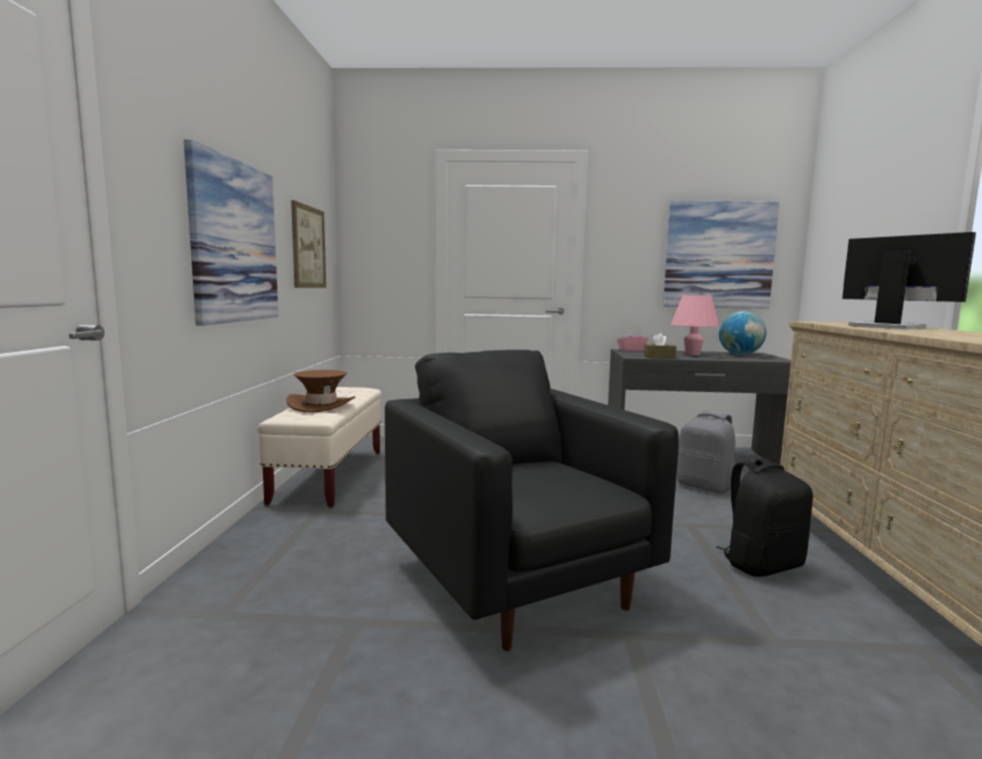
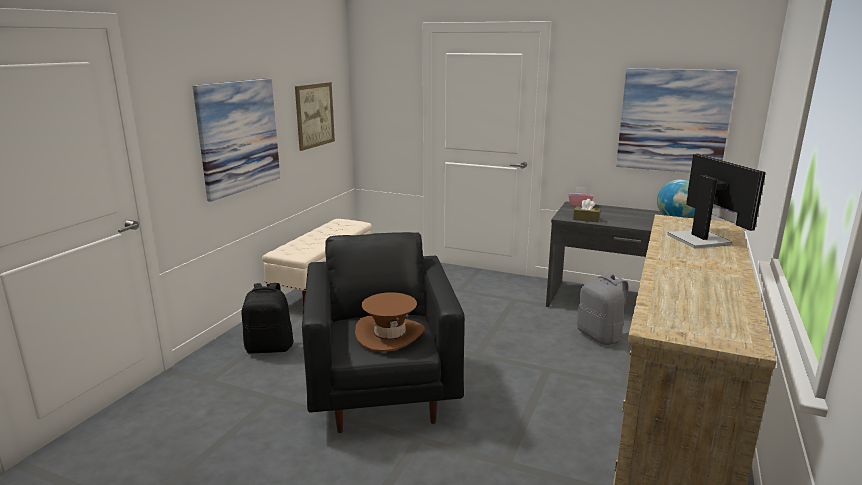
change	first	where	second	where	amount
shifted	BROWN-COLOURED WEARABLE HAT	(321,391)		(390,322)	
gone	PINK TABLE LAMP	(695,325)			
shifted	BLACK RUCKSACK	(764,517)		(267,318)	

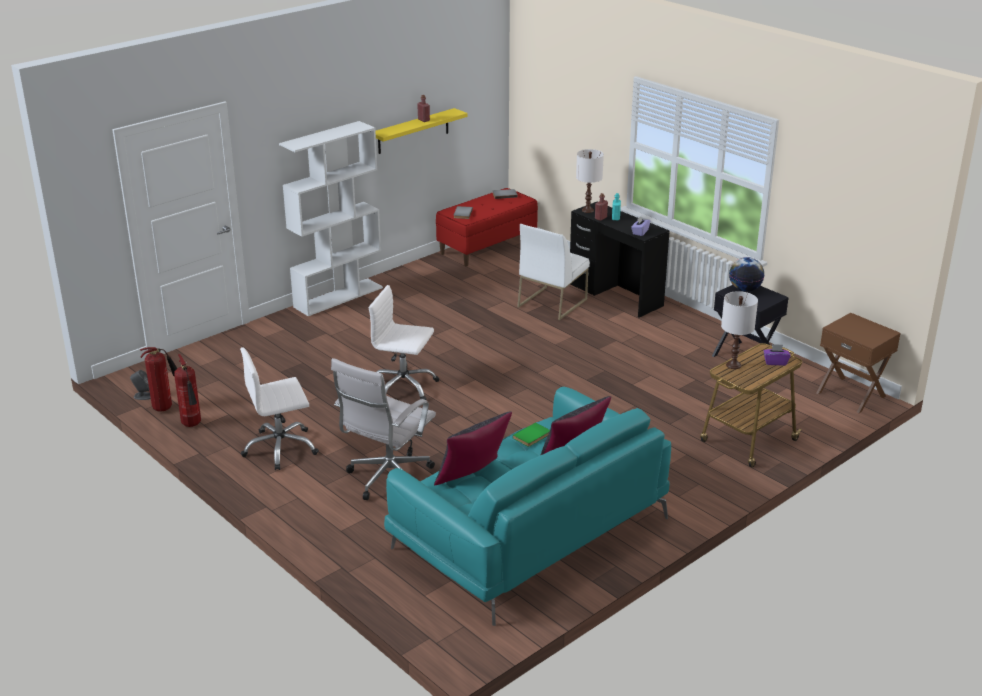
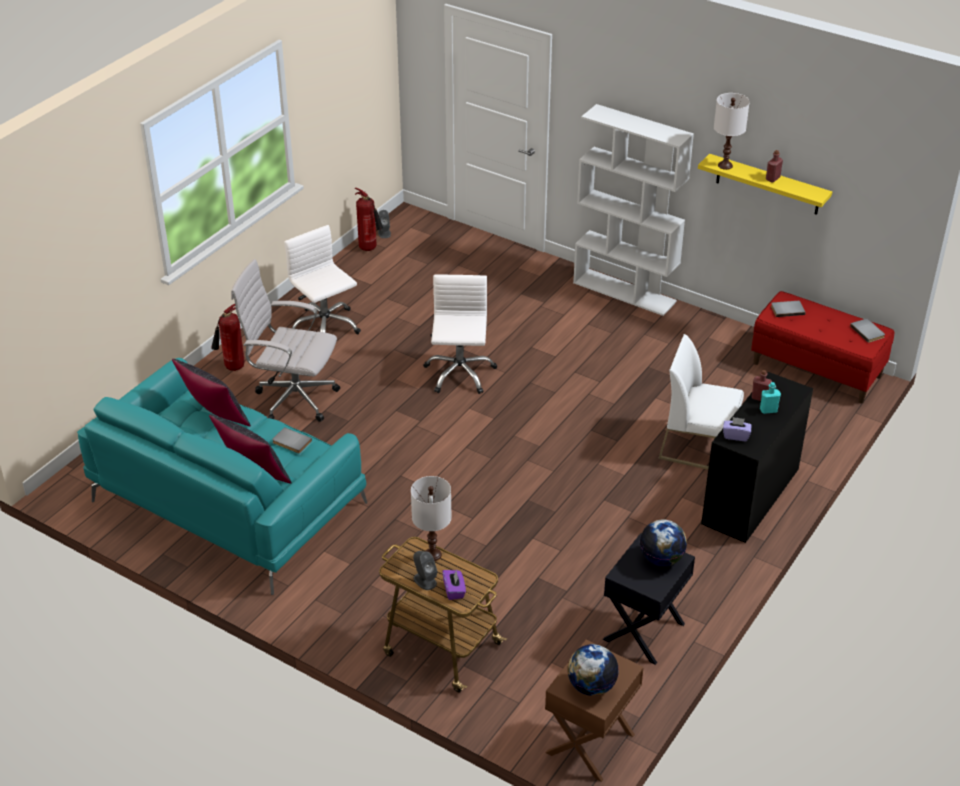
change	first	where	second	where	amount
shifted	FIRE EXTINGUISHER	(187,390)		(228,337)	
repainted	GREENISH BOOK	(531,434)	GREY BOOK	(292,440)	
shifted	WHITE-COLOURED TABLE LAMP	(590,181)		(732,131)	
new			GREY LOUDSPEAKER	(425,570)	
new			DESK GLOBE	(593,670)	

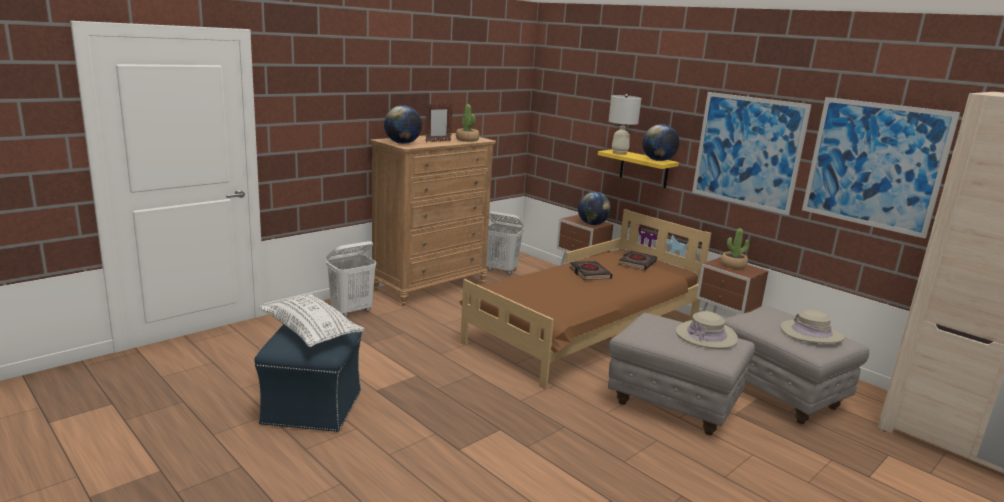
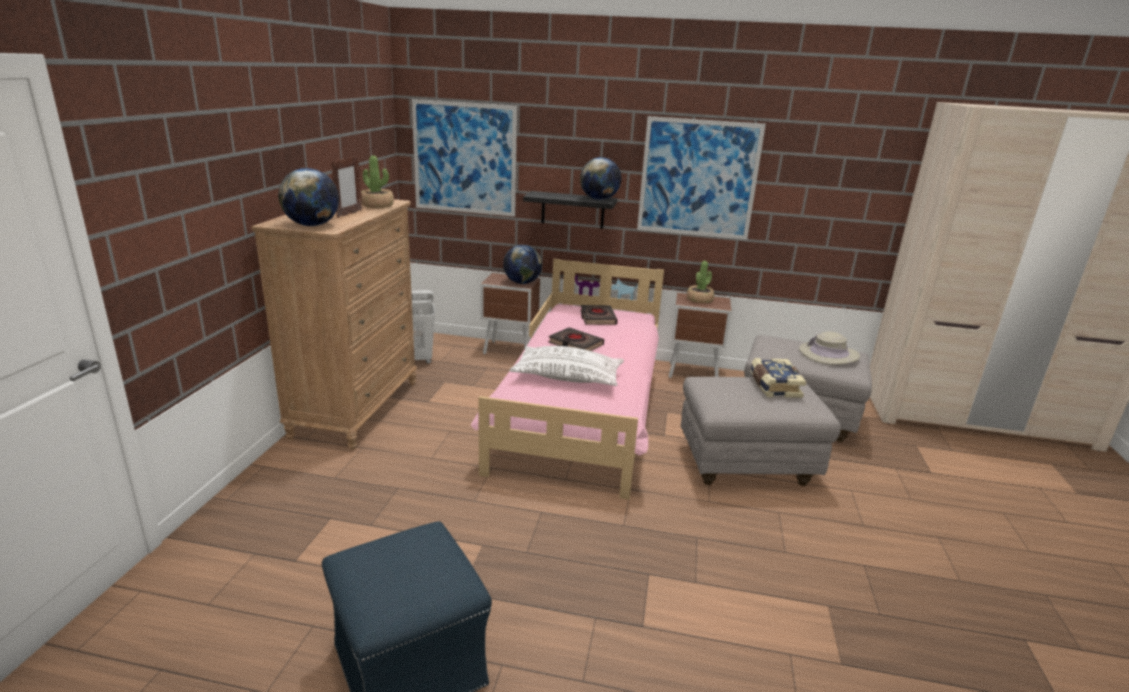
change	first	where	second	where	amount
shifted	WHITE-COLOURED THROW PILLOW	(312,320)		(566,366)	
gone	WHITE-COLOURED WASHING BASKET	(351,279)			
repainted	BROWN-COLOURED BEDROOM BED	(585,299)	PINK BEDROOM BED	(567,379)	
repainted	YELLOWISH WALL SHELF	(638,168)	BLACK WALL SHELF	(570,210)	
gone	WHITE-COLOURED TABLE LAMP	(625,124)			
swapped	SAND-COLOURED WEARABLE HAT	(706,330)	BOOK	(778,378)	
shifted	PICTURE	(881,168)		(464,158)	

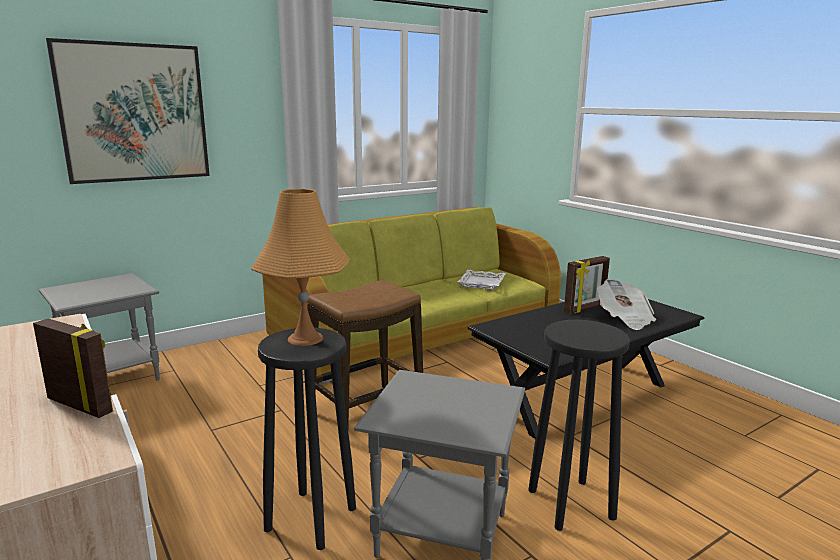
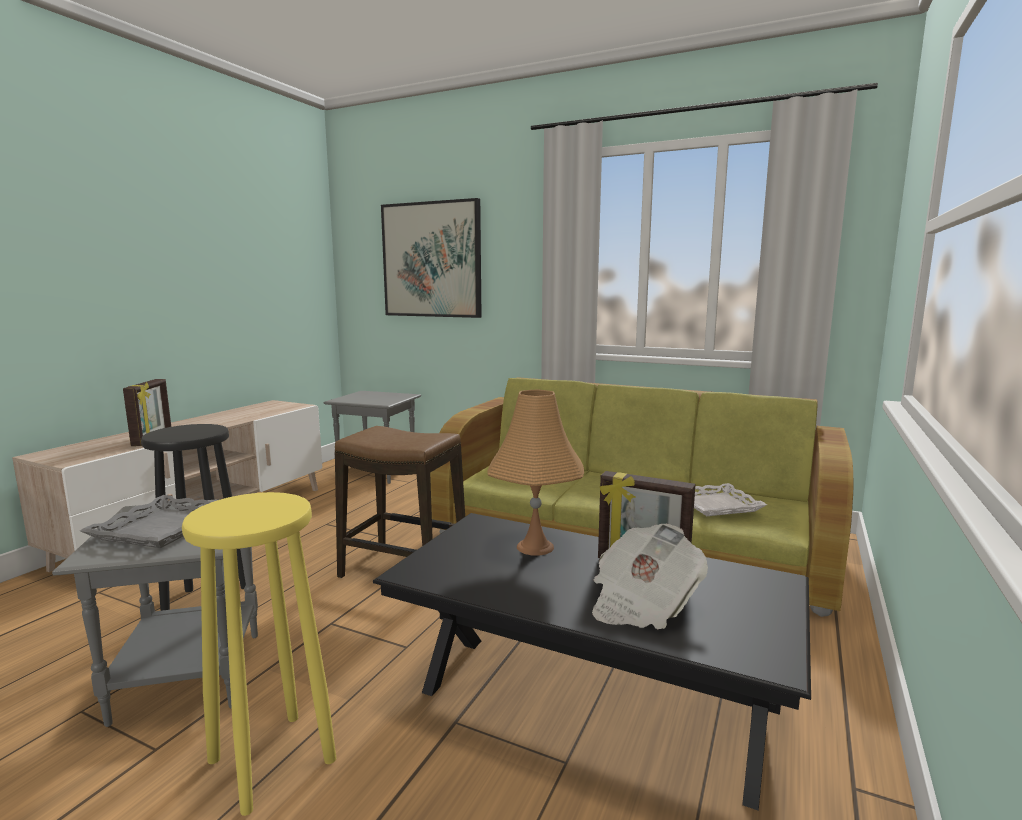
change	first	where	second	where	amount
shifted	ORANGE-COLOURED TABLE LAMP	(300,267)		(536,473)	
repainted	BLACK SITTING STOOL	(579,425)	YELLOWISH SITTING STOOL	(259,654)	
new			GREY CARRYING TRAY	(145,521)	

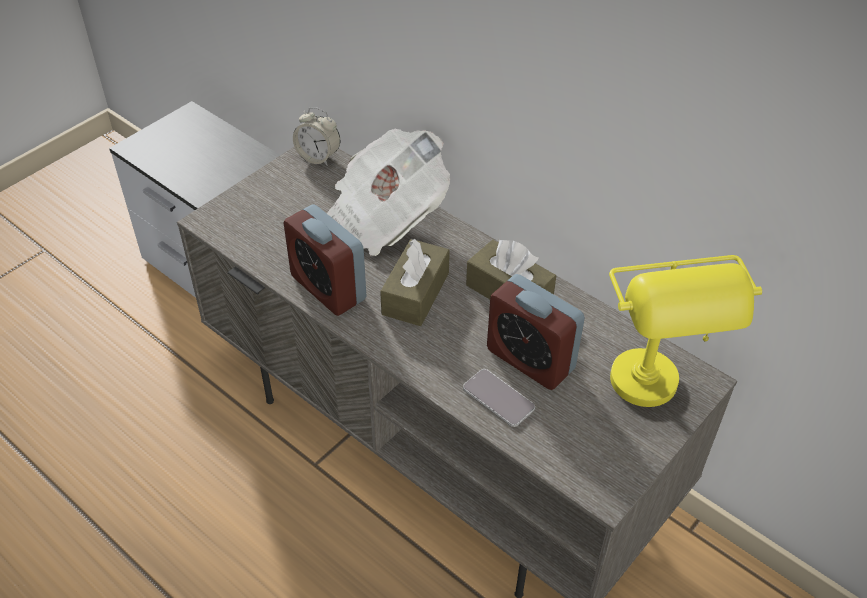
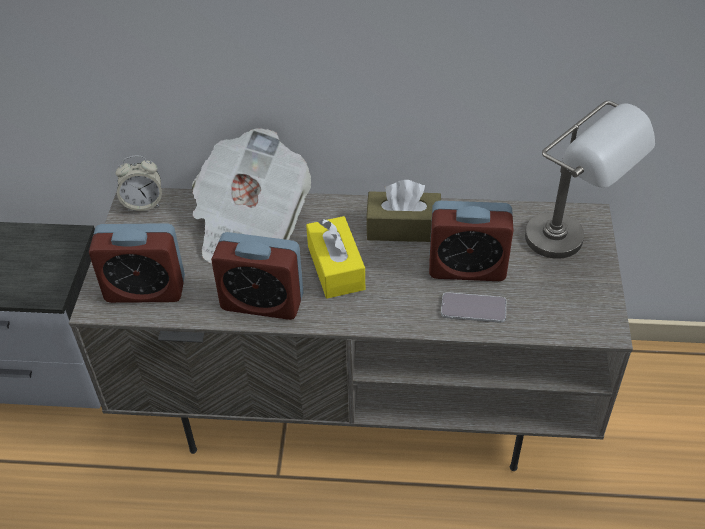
change	first	where	second	where	amount
repainted	BROWN-COLOURED BOX OF TISSUES	(415,282)	YELLOWISH BOX OF TISSUES	(335,257)	
repainted	YELLOWISH TABLE LAMP	(685,331)	GREY TABLE LAMP	(590,180)	
new			TABLE CLOCK	(137,263)	

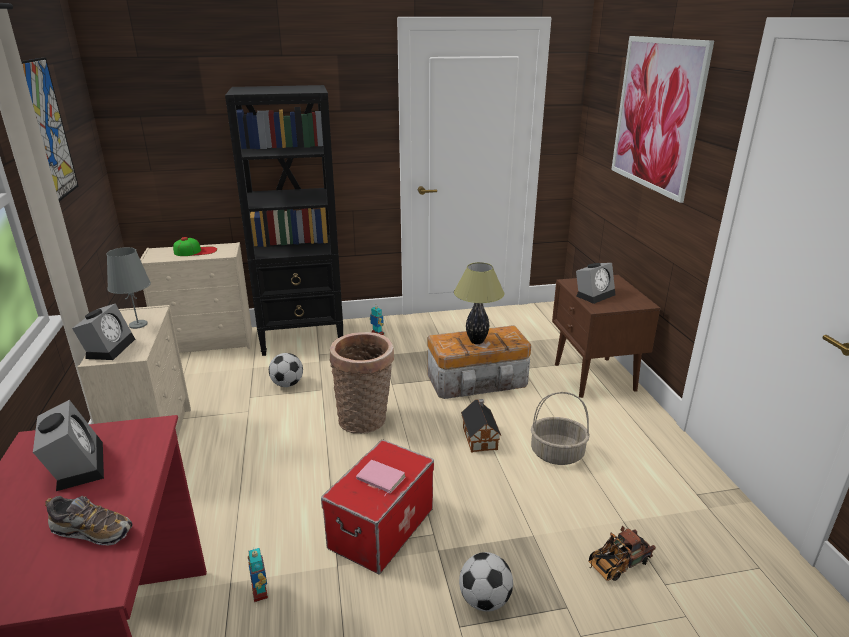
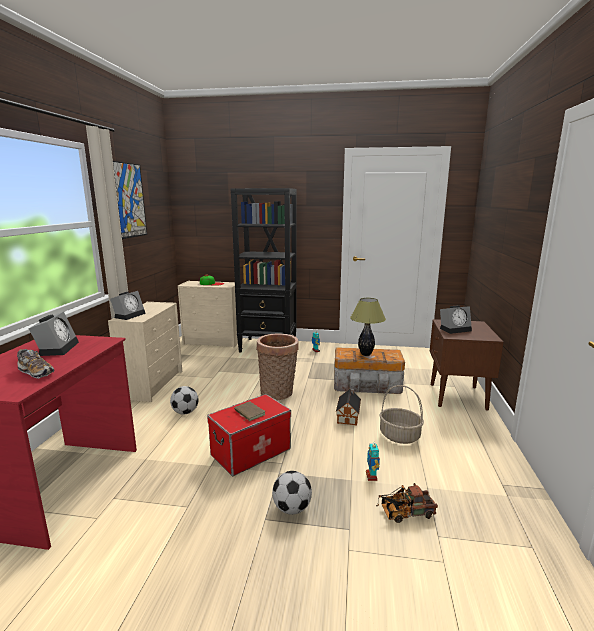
change	first	where	second	where	amount
gone	GREY TABLE LAMP	(128,288)			
shifted	ROBOT FIGURE	(258,575)		(373,462)	
shifted	FOOTBALL BALL	(286,370)		(184,400)	
repainted	PINK BOOK	(381,478)	BROWN-COLOURED BOOK	(249,411)	
gone	PICTURE	(662,119)			

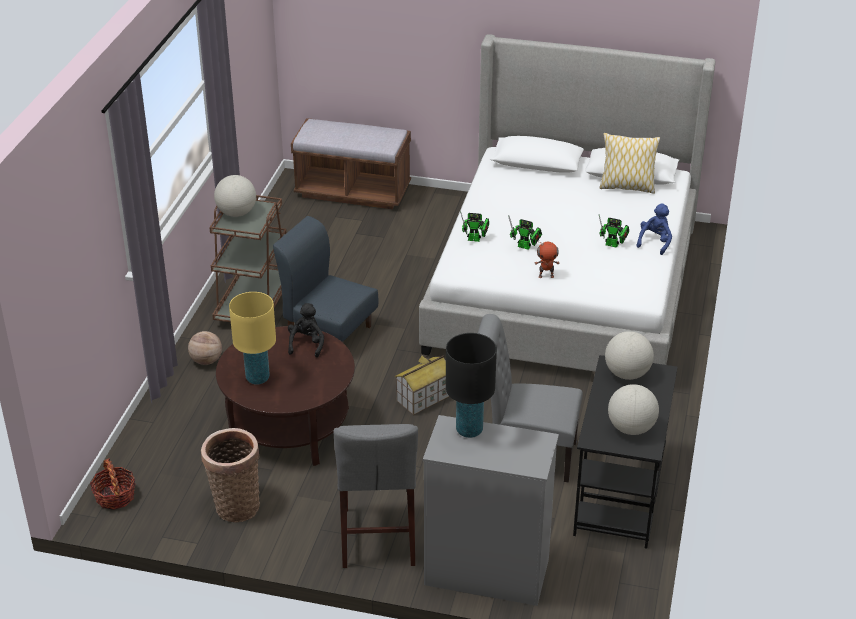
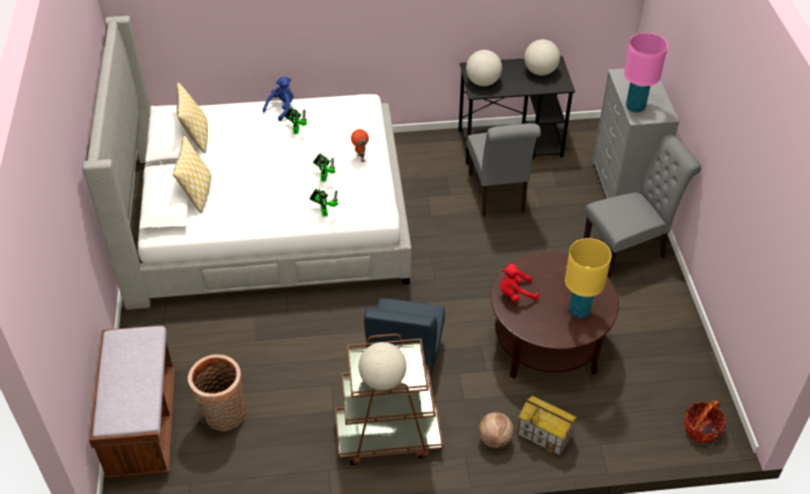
change	first	where	second	where	amount
shifted	STORAGE BASKET	(230,475)		(217,392)	
repainted	BLACK CUDDLY TOY	(306,330)	RED-COLOURED CUDDLY TOY	(519,283)	
swapped	GREY SITTING STOOL	(375,496)	GREY UPRIGHT CHAIR	(642,206)	
shifted	TOY HOUSE	(422,384)		(547,425)	
repainted	BLACK TABLE LAMP	(471,385)	PINK TABLE LAMP	(646,72)	
rotated	BLUE CUDDLY TOY	(654,229)		(278,98)	120 degrees clockwise
new			THROW PILLOW	(192,174)	

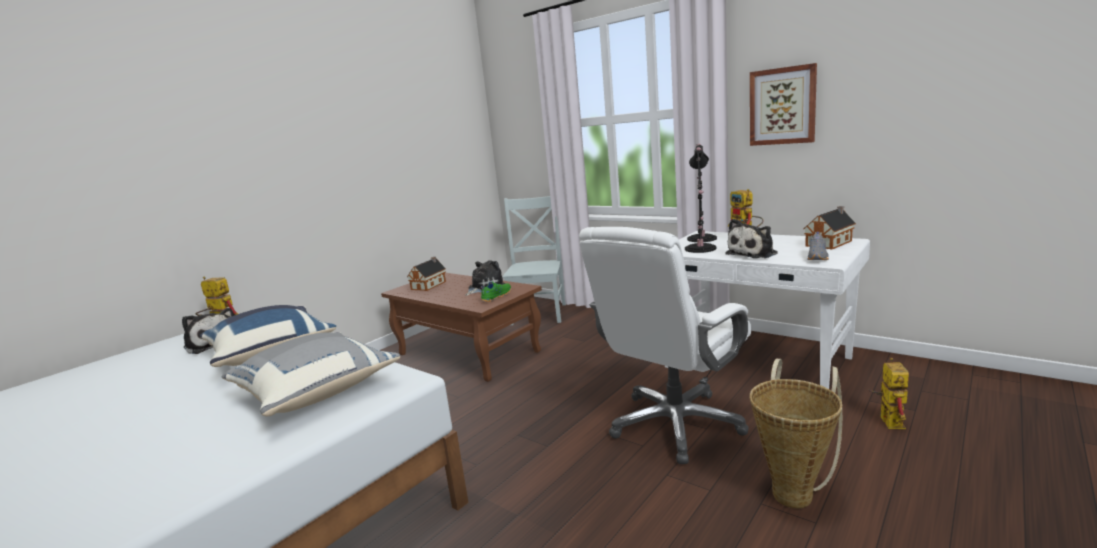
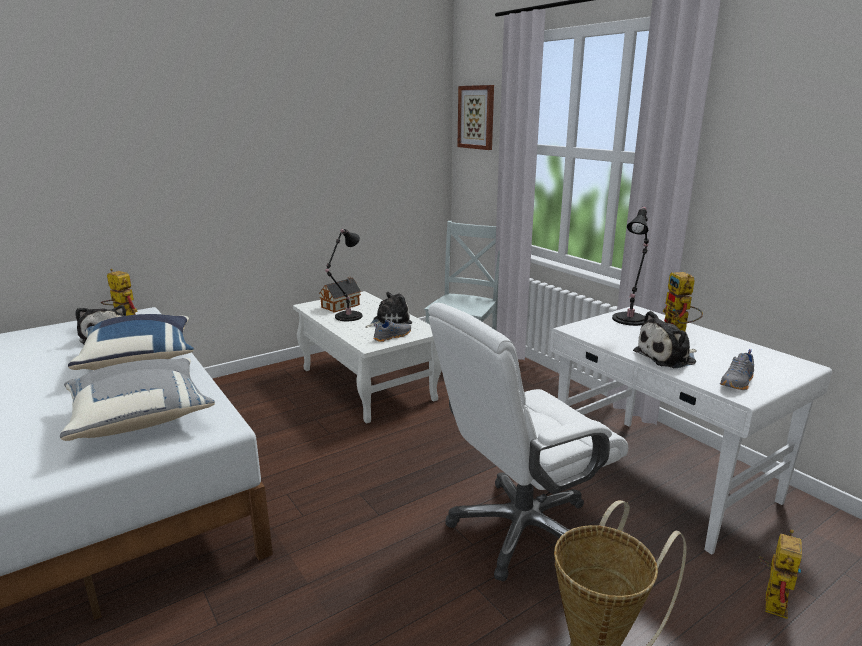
change	first	where	second	where	amount
repainted	BROWN-COLOURED COFFEE TABLE	(461,327)	WHITE-COLOURED COFFEE TABLE	(367,357)	
repainted	GREENISH SHOE	(496,292)	GREY SHOE	(392,331)	
shifted	BLACK TABLE LAMP	(701,200)		(343,275)	
shifted	PICTURE	(783,104)		(476,117)	
gone	TOY HOUSE	(830,228)			

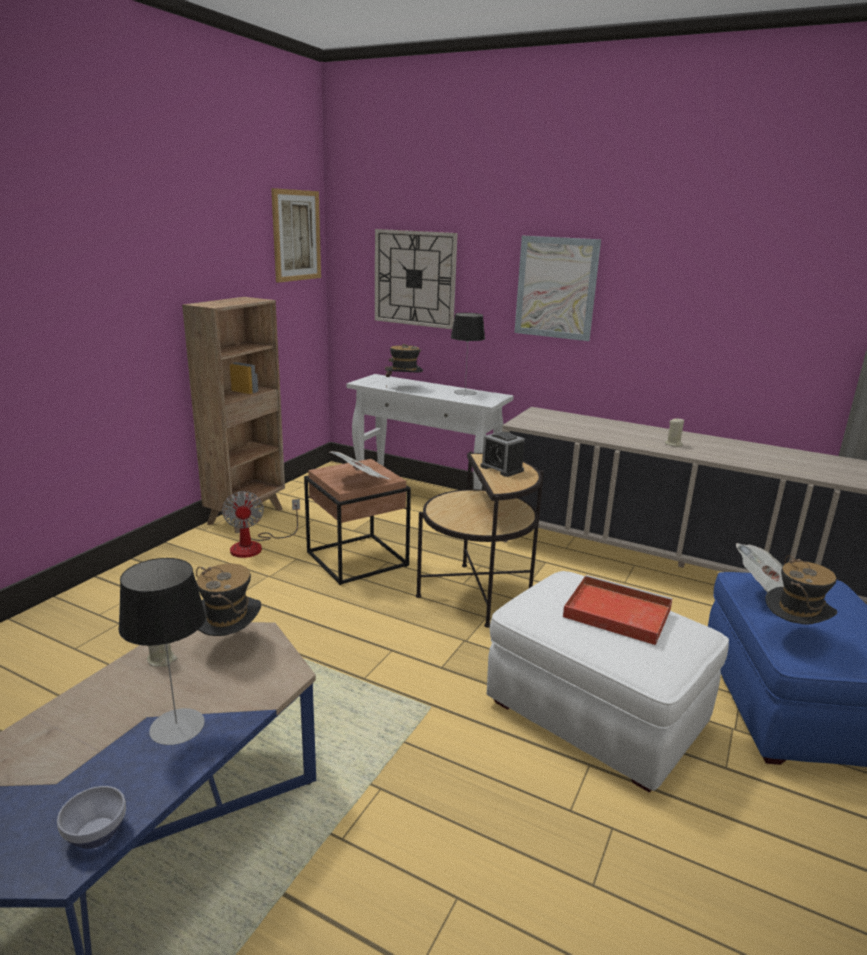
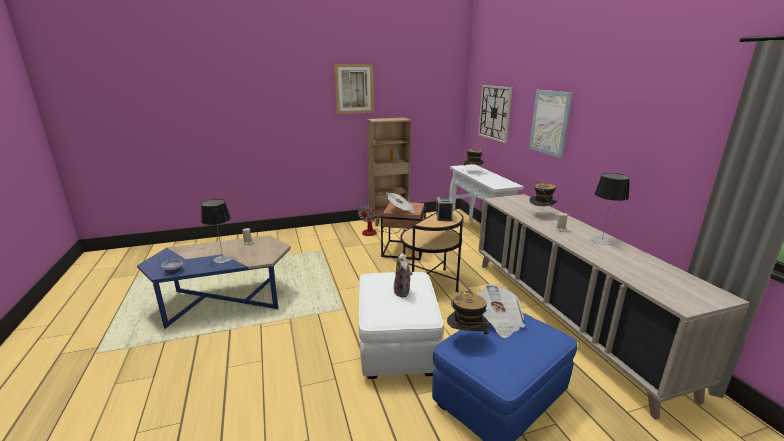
change	first	where	second	where	amount
shifted	WEARABLE HAT	(228,600)		(543,196)	
shifted	PICTURE	(296,235)		(354,89)	
shifted	TABLE LAMP	(468,354)		(610,209)	
swapped	RED-COLOURED CARRYING TRAY	(617,610)	CUDDLY TOY	(403,275)	

